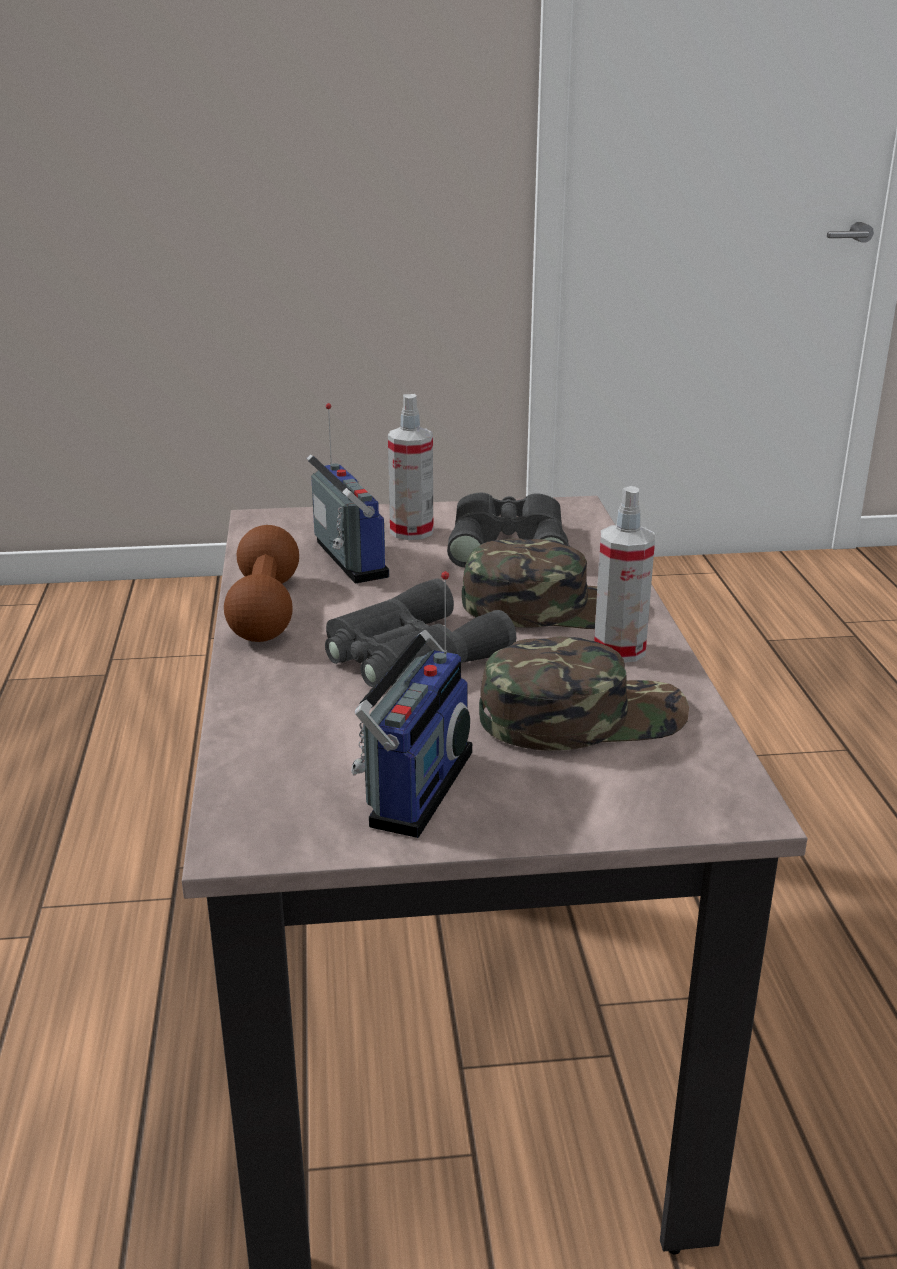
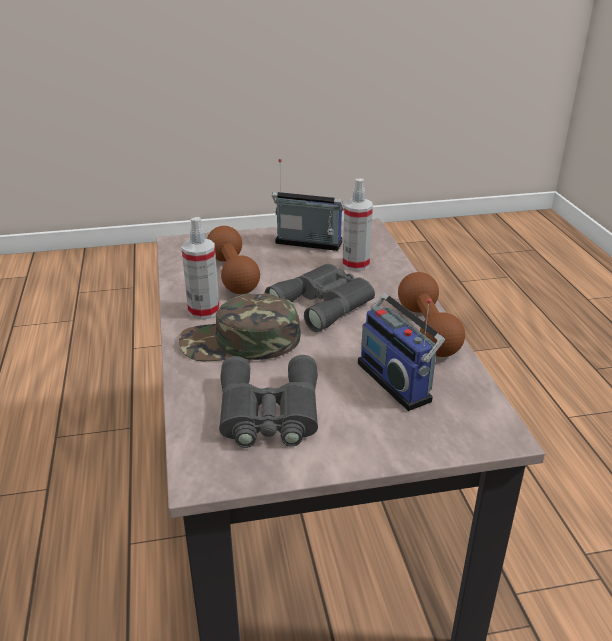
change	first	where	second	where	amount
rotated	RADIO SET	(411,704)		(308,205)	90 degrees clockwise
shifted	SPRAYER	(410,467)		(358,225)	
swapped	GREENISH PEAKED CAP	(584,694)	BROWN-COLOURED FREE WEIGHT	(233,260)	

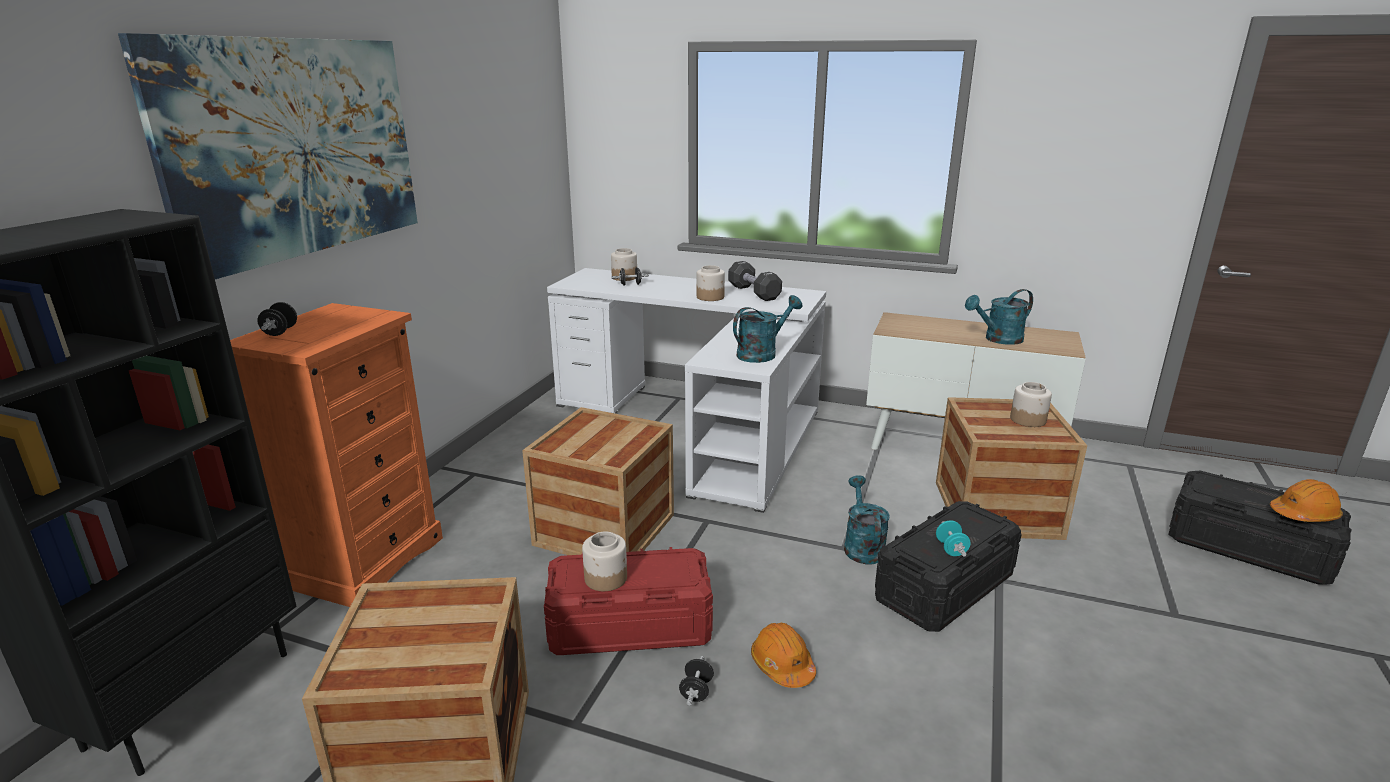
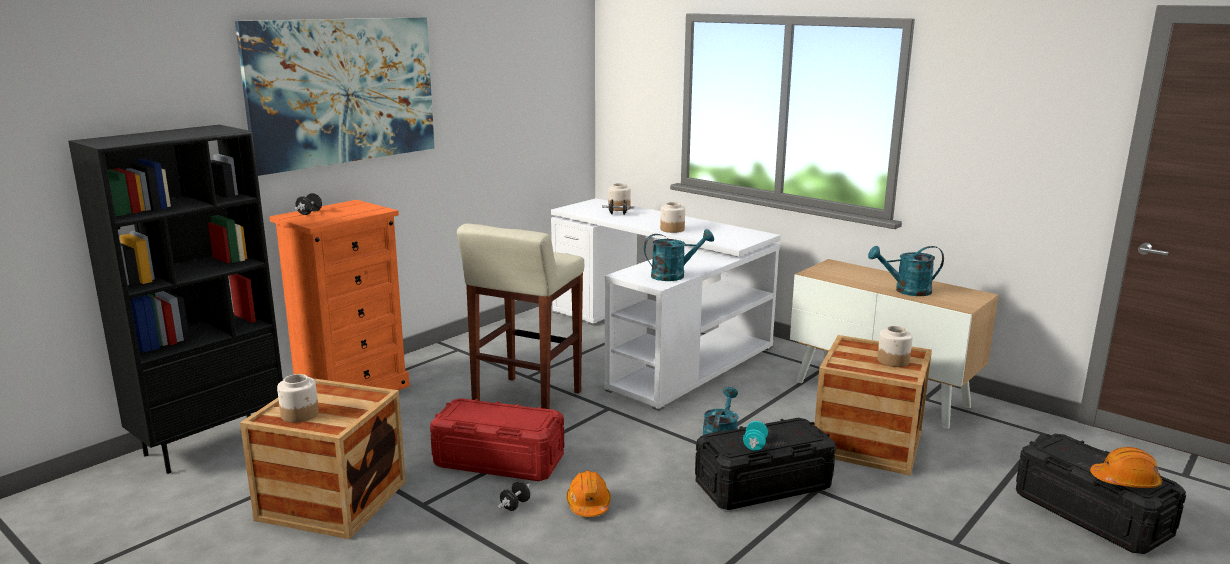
change	first	where	second	where	amount
swapped	PACKING CRATE	(598,481)	SAND-COLOURED SITTING STOOL	(520,316)	
shifted	JAR	(604,561)		(298,398)	
gone	BLACK FREE WEIGHT	(755,281)			

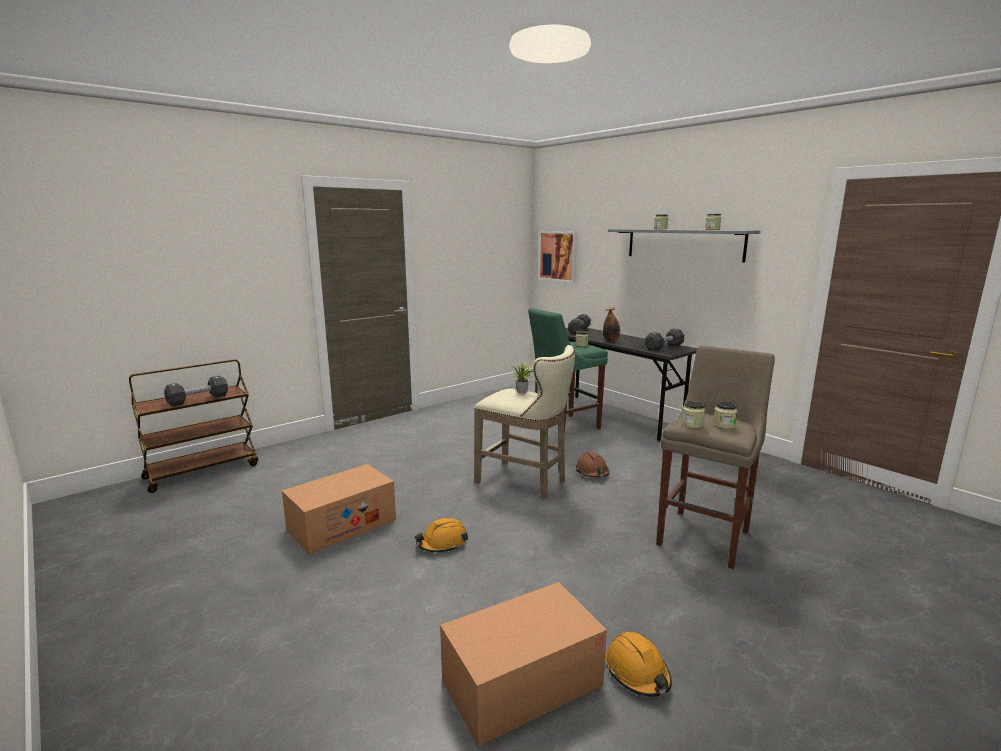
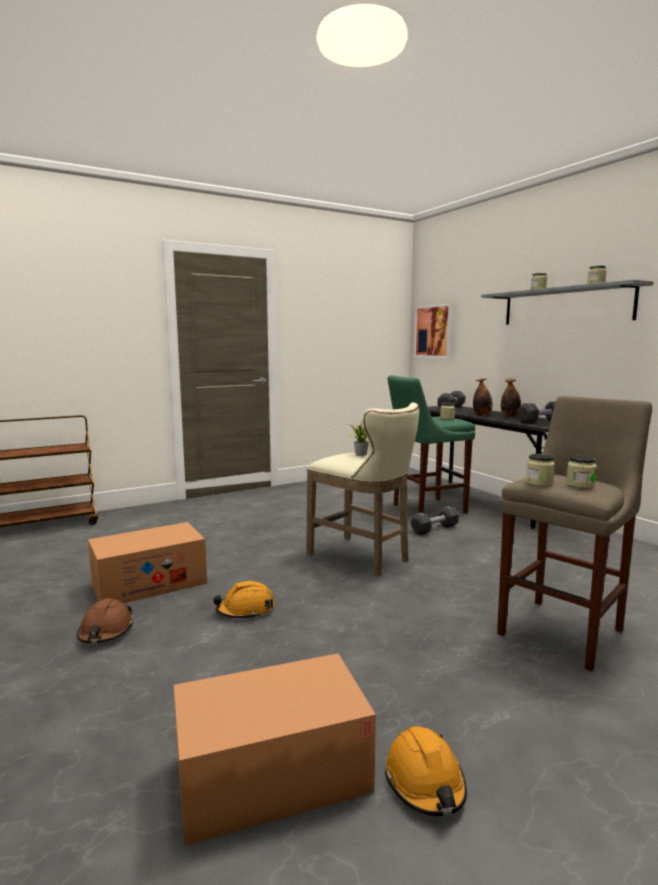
change	first	where	second	where	amount
shifted	BLACK FREE WEIGHT	(196,391)		(435,520)	
shifted	BROWN-COLOURED HARD HAT	(593,464)		(105,620)	
new			BEVERAGE BOTTLE	(511,398)	

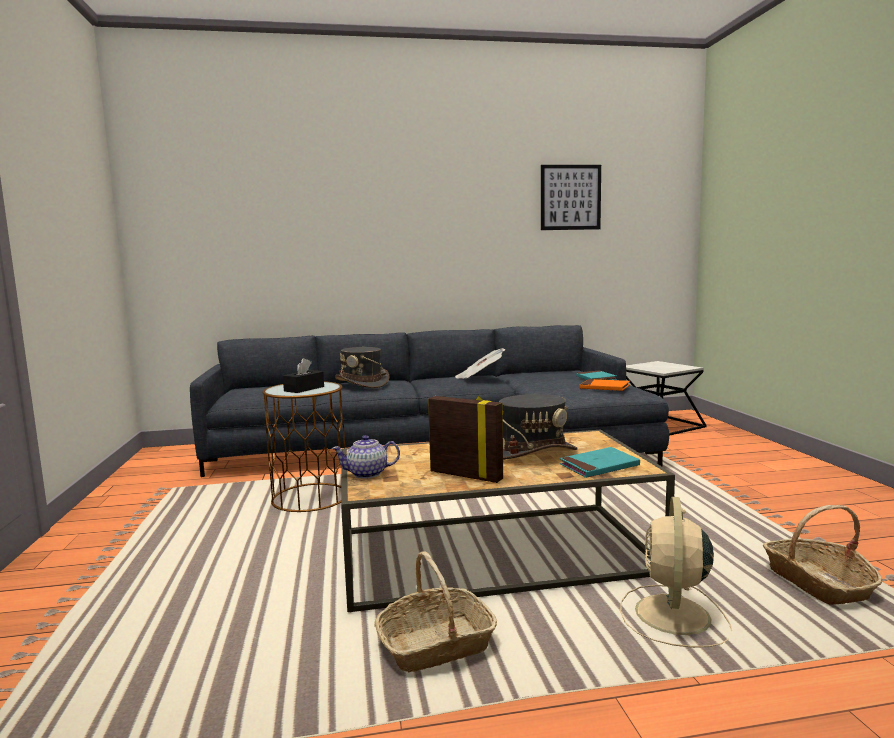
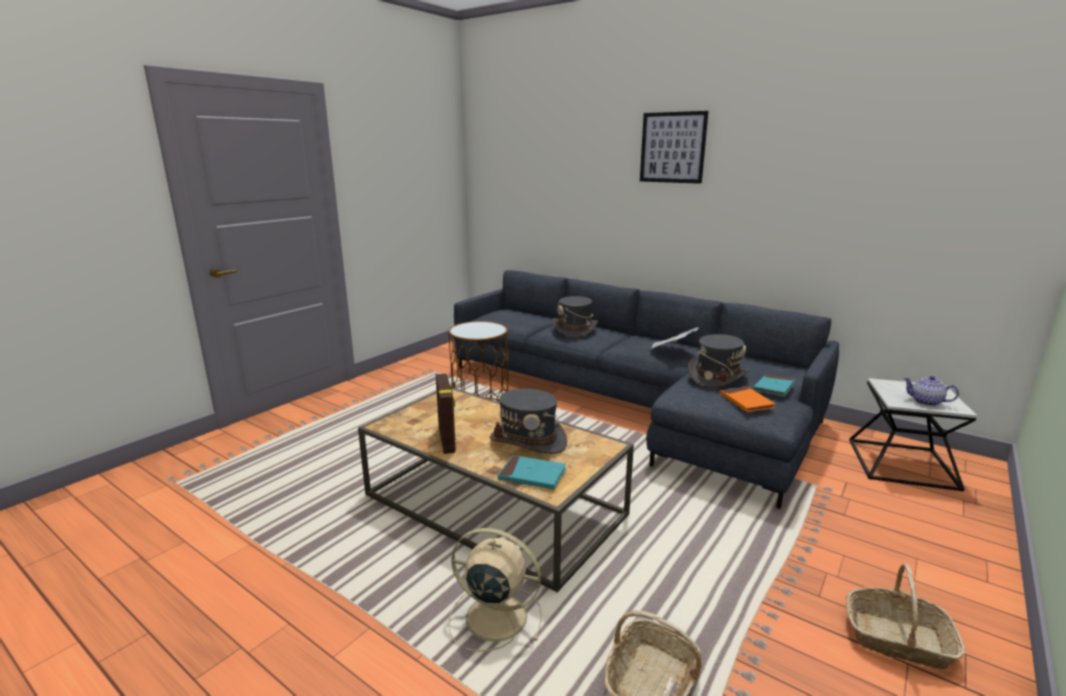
change	first	where	second	where	amount
gone	BLACK BOX OF TISSUES	(303,375)			
shifted	TEA POT	(366,457)		(931,391)	
shifted	STORAGE BASKET	(435,611)		(905,616)	
shifted	PICTURE	(571,197)		(674,147)	
rotated	SAND-COLOURED COOLING FAN	(676,572)		(495,590)	45 degrees clockwise
new			GREY WEARABLE HAT	(718,361)	

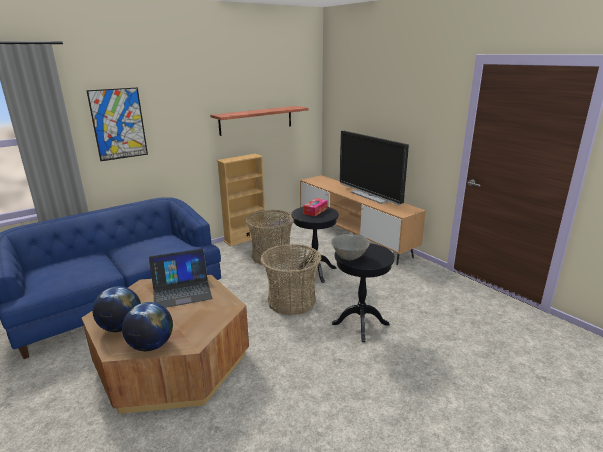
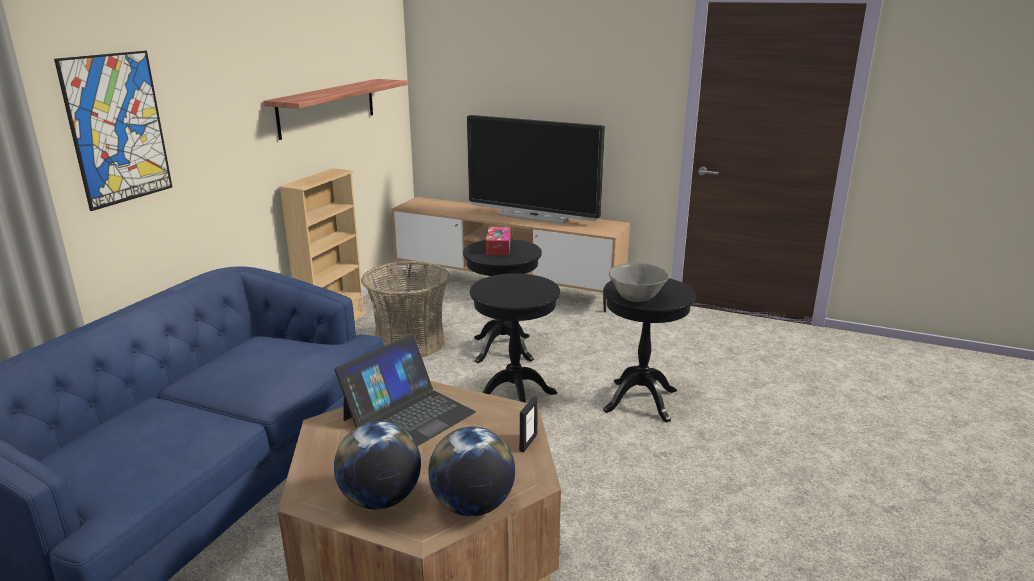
change	first	where	second	where	amount
swapped	STORAGE BASKET	(290,279)	BLACK END TABLE	(515,338)	
new			PICTURE FRAME	(528,424)	

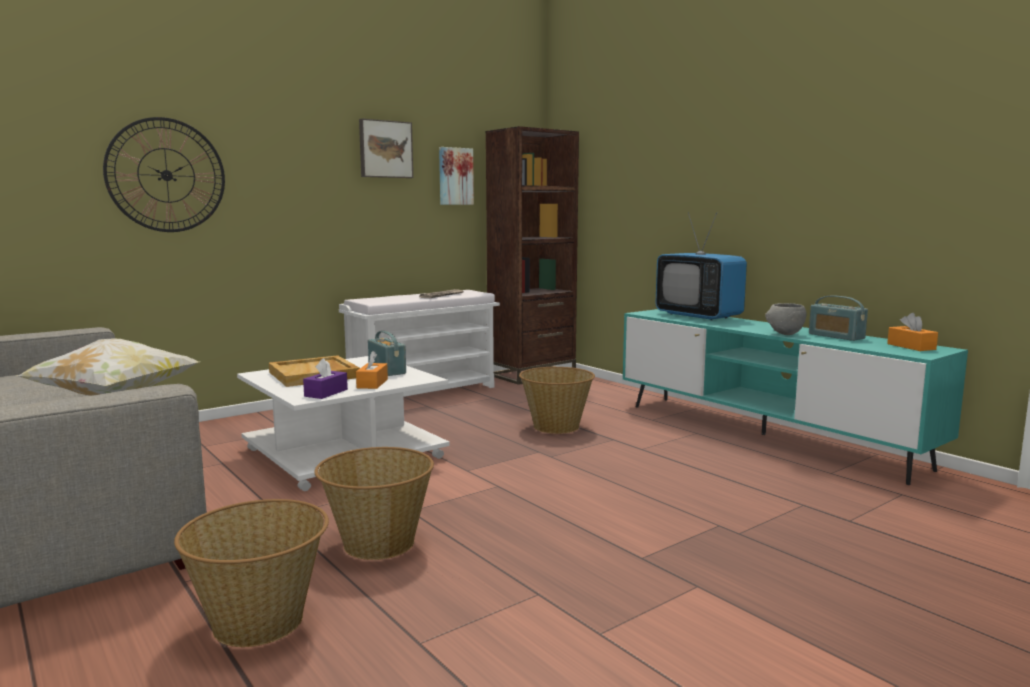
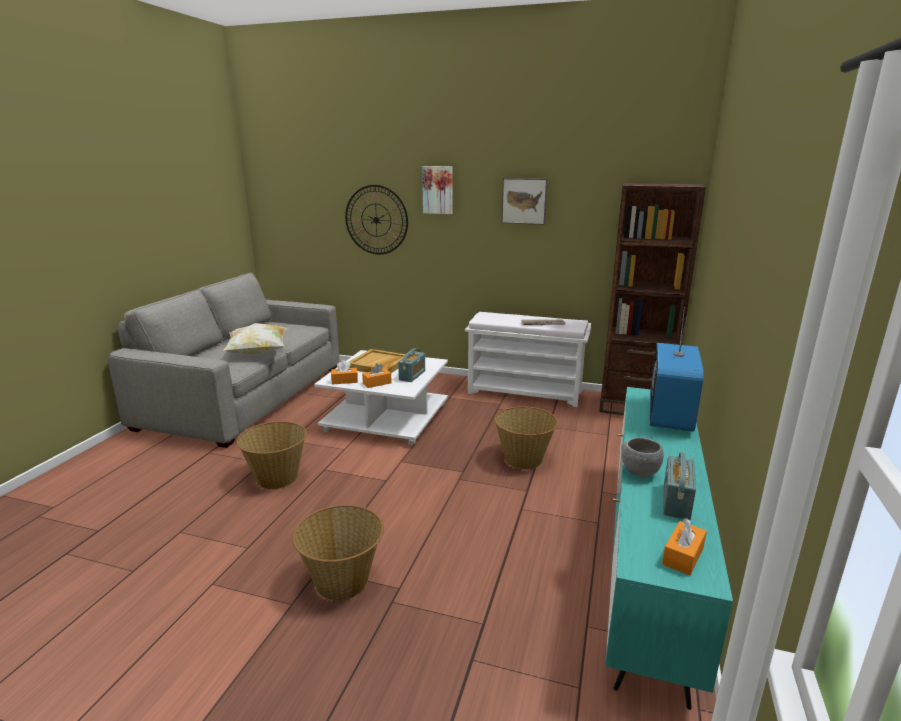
change	first	where	second	where	amount
shifted	STORAGE BASKET	(251,573)		(338,553)	
repainted	PURPLE BOX OF TISSUES	(325,378)	ORANGE-COLOURED BOX OF TISSUES	(344,372)	
shifted	PICTURE	(456,176)		(437,190)	

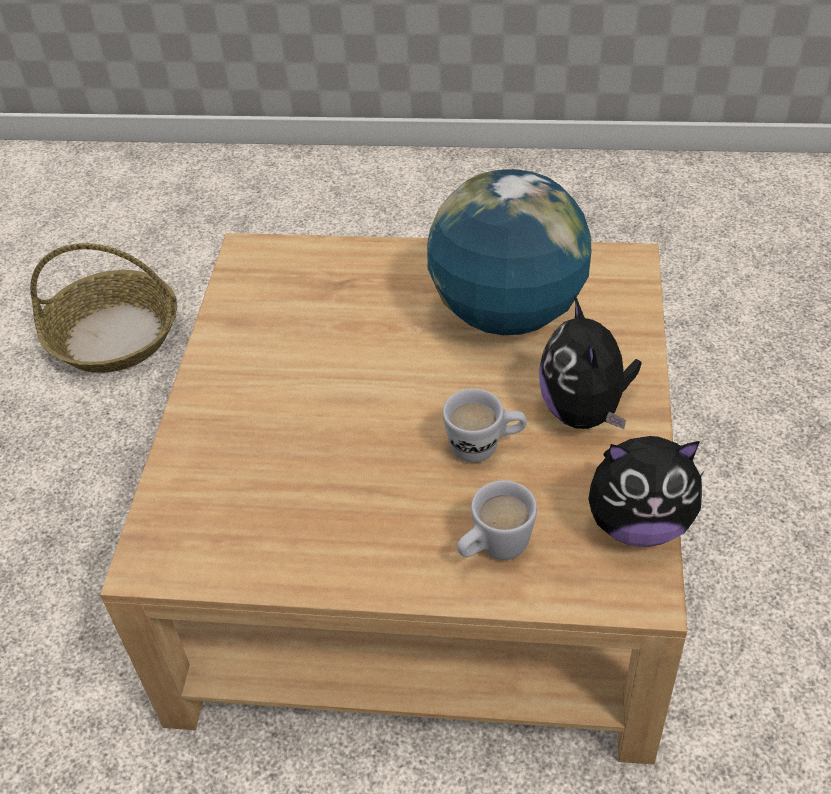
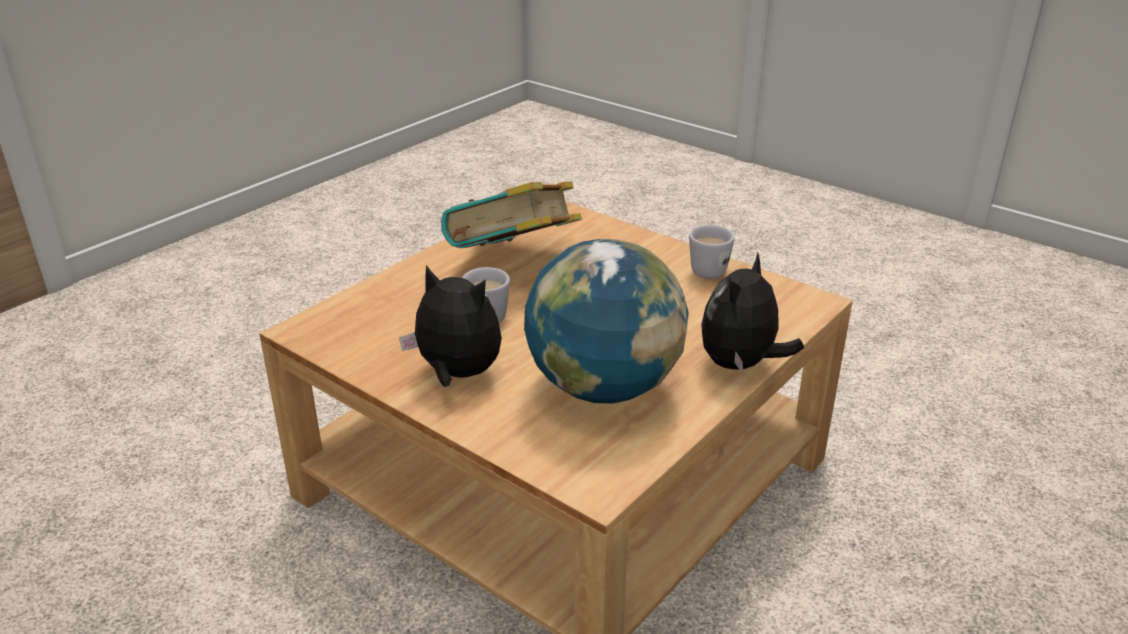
change	first	where	second	where	amount
gone	STORAGE BASKET	(103,308)			
shifted	WHITE-COLOURED MUG	(497,520)		(711,252)	
shifted	CUDDLY TOY	(646,491)		(752,312)	
new			BOOK	(511,215)	

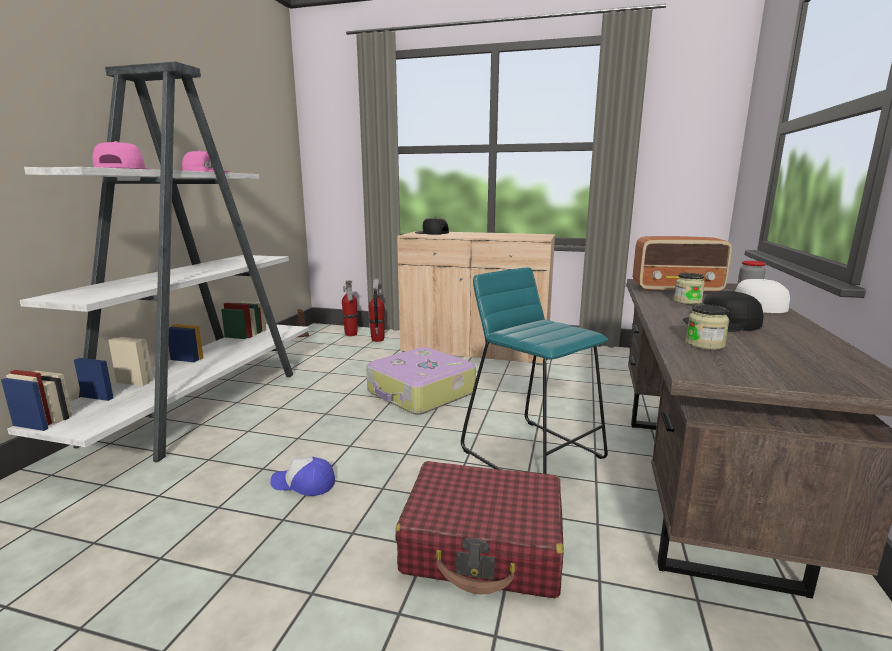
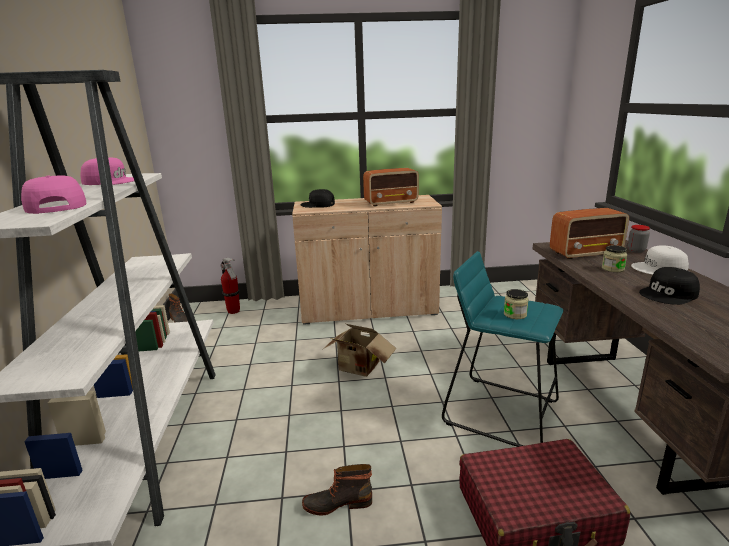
change	first	where	second	where	amount
swapped	PEAKED CAP	(302,476)	BOOT	(337,489)	
swapped	PIECE OF LUGGAGE	(421,381)	CARTON	(360,350)	
gone	FIRE EXTINGUISHER	(377,310)			
shifted	JAR	(707,327)		(516,304)	
new			RADIO SET	(391,187)	

